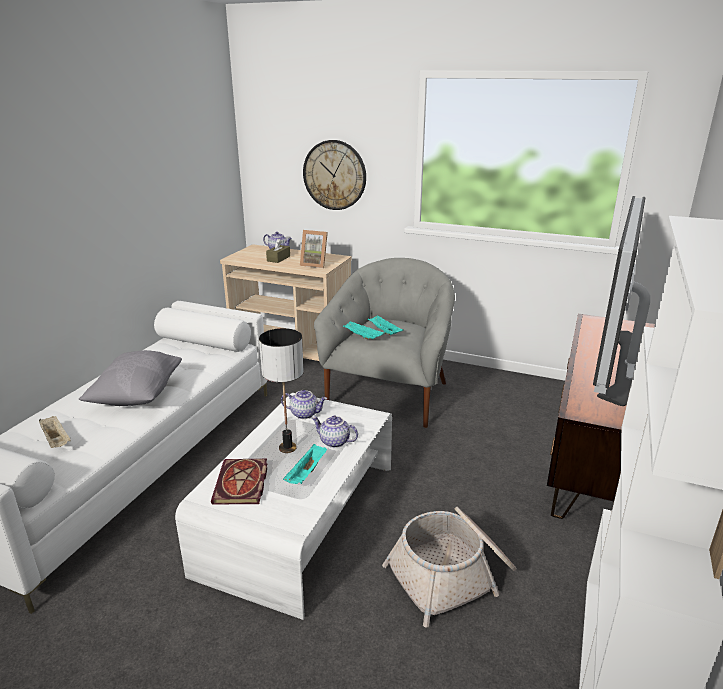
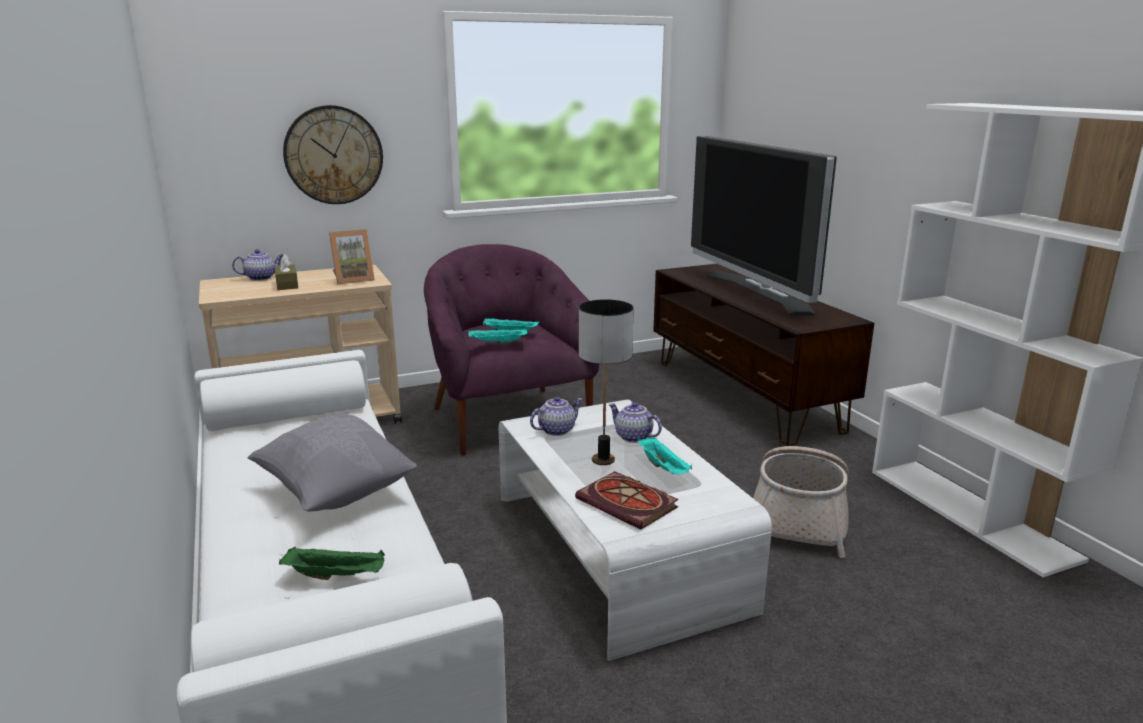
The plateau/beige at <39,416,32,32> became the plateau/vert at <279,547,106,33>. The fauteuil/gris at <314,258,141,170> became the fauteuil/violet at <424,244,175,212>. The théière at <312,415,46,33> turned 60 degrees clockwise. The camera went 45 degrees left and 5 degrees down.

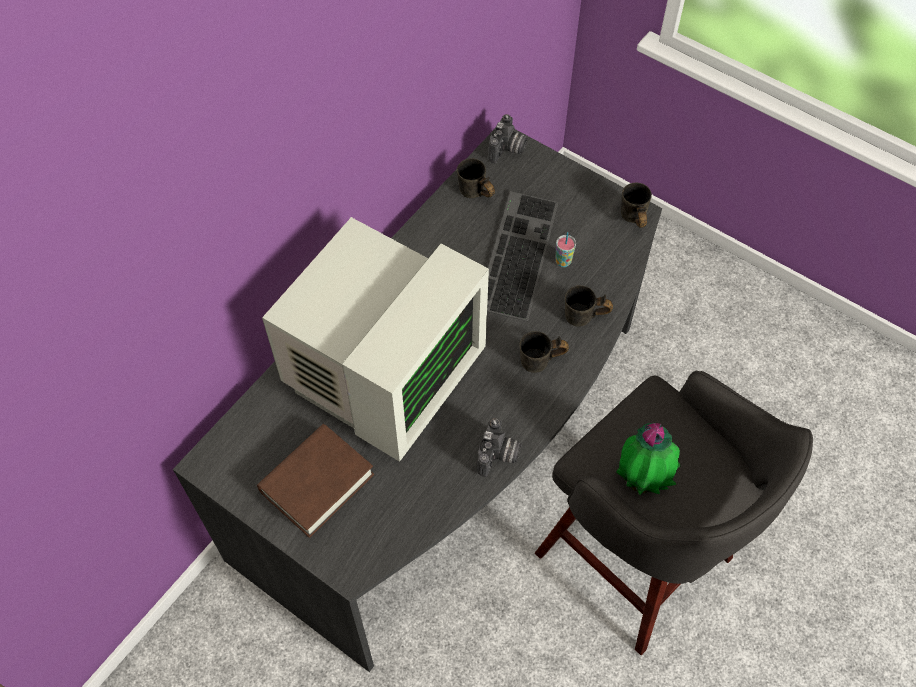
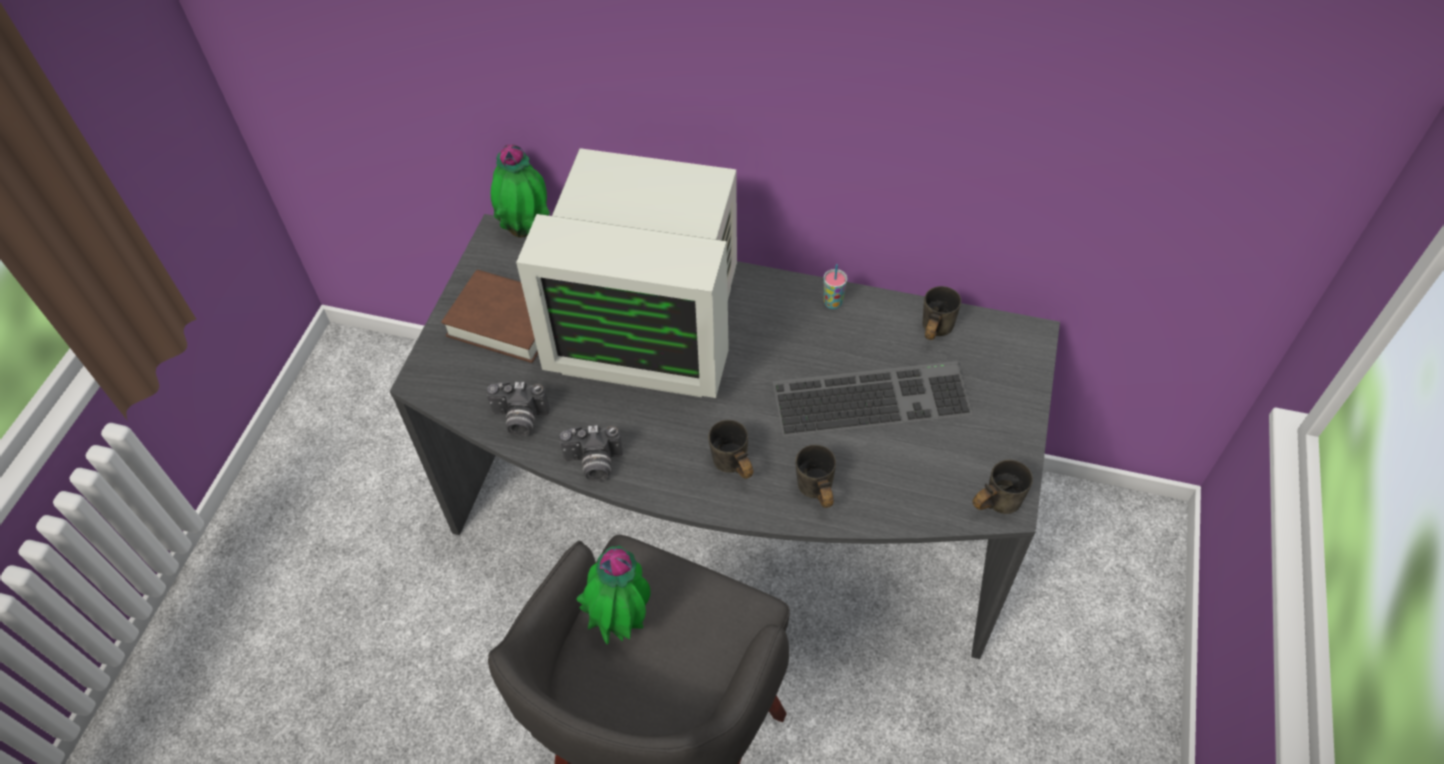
The plante en pot at <491,144,59,94> appeared. The appareil photo moved from <488,114,40,49> to <486,382,64,54>. The tasse moved from <555,232,21,35> to <823,264,24,45>. The camera went 70 degrees right and 5 degrees down.

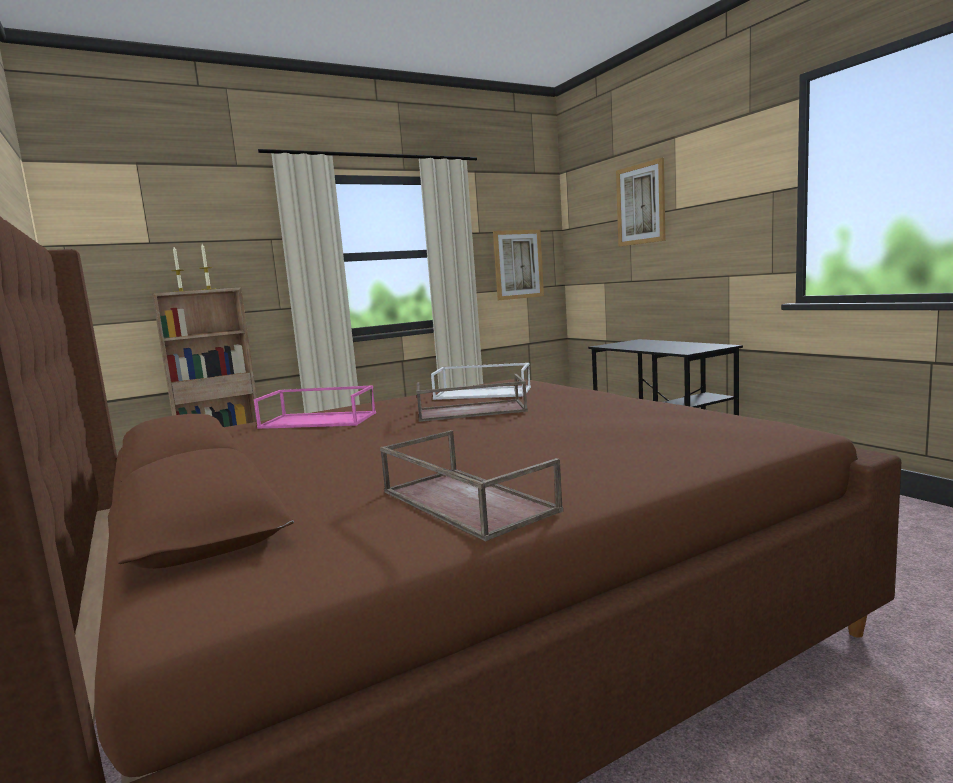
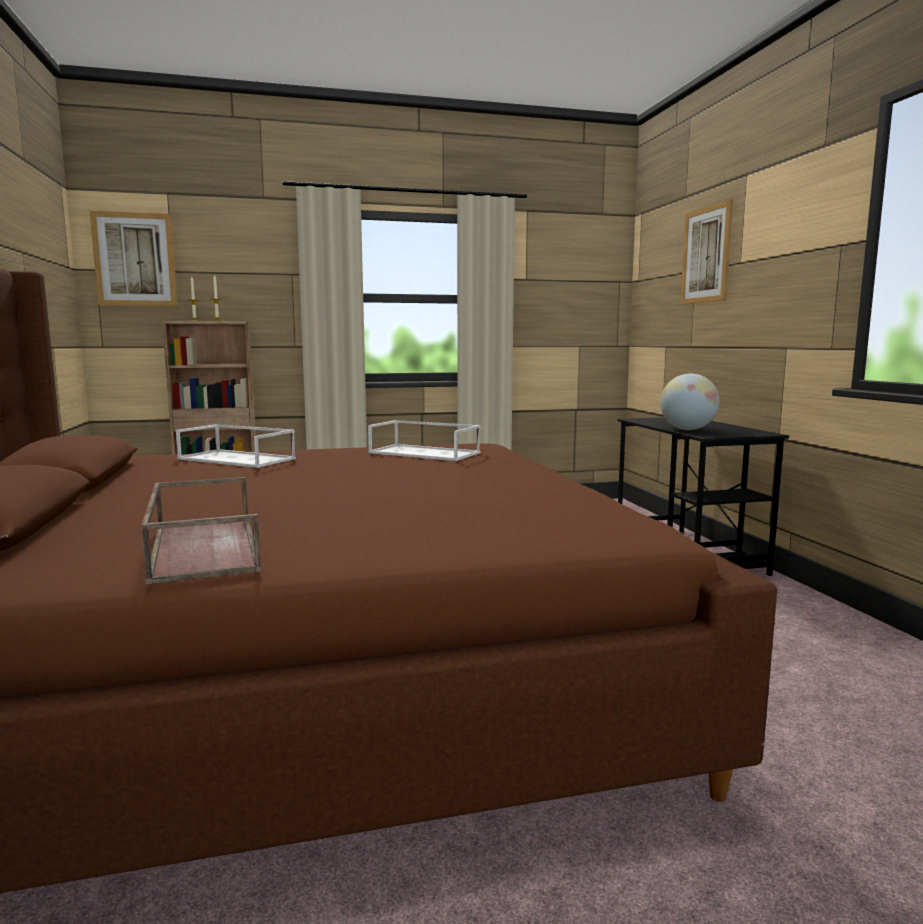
The plateau/marron at <416,374,112,48> disappeared. The globe at <660,374,60,56> appeared. The tableau moved from <493,230,51,70> to <90,211,88,95>. The plateau/rose at <254,385,122,44> became the plateau/blanc at <176,424,120,44>. The camera went 15 degrees right and 0 degrees up.

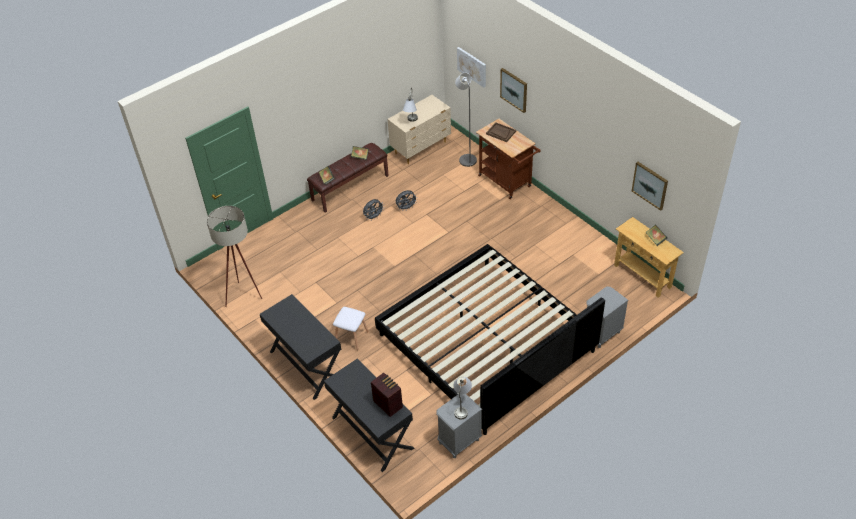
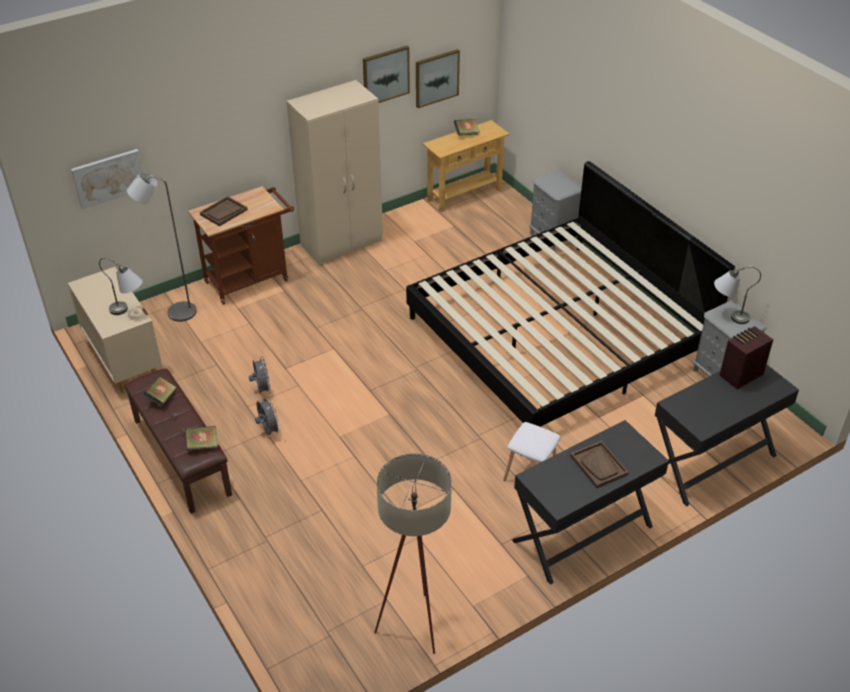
The armoire/beige at <286,80,97,185> appeared. The plateau/marron at <570,441,59,47> appeared. The tableau moved from <500,68,27,45> to <363,46,47,57>. The camera went 85 degrees left and 5 degrees down.

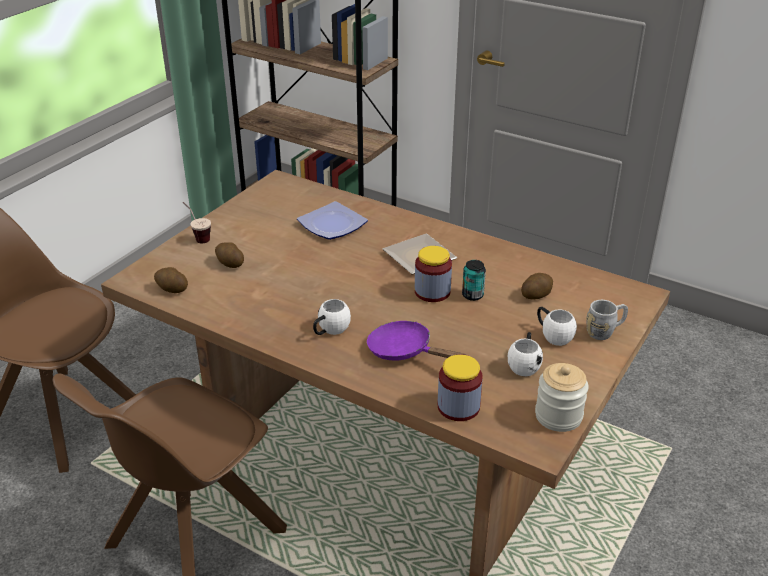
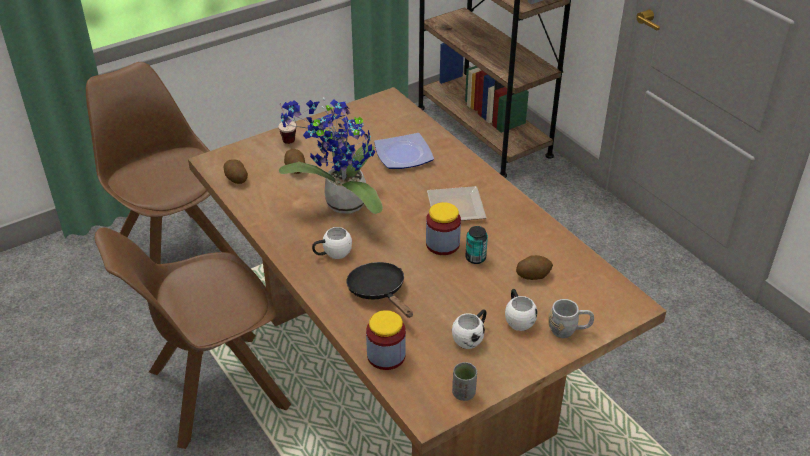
The plante en pot at <279,97,104,117> appeared. The bocal at <535,363,54,69> was replaced by the tasse/gris at <452,362,25,39>. The poêle/violet at <367,321,99,40> became the poêle/noir at <347,262,66,56>. The camera went 25 degrees right and 5 degrees up.

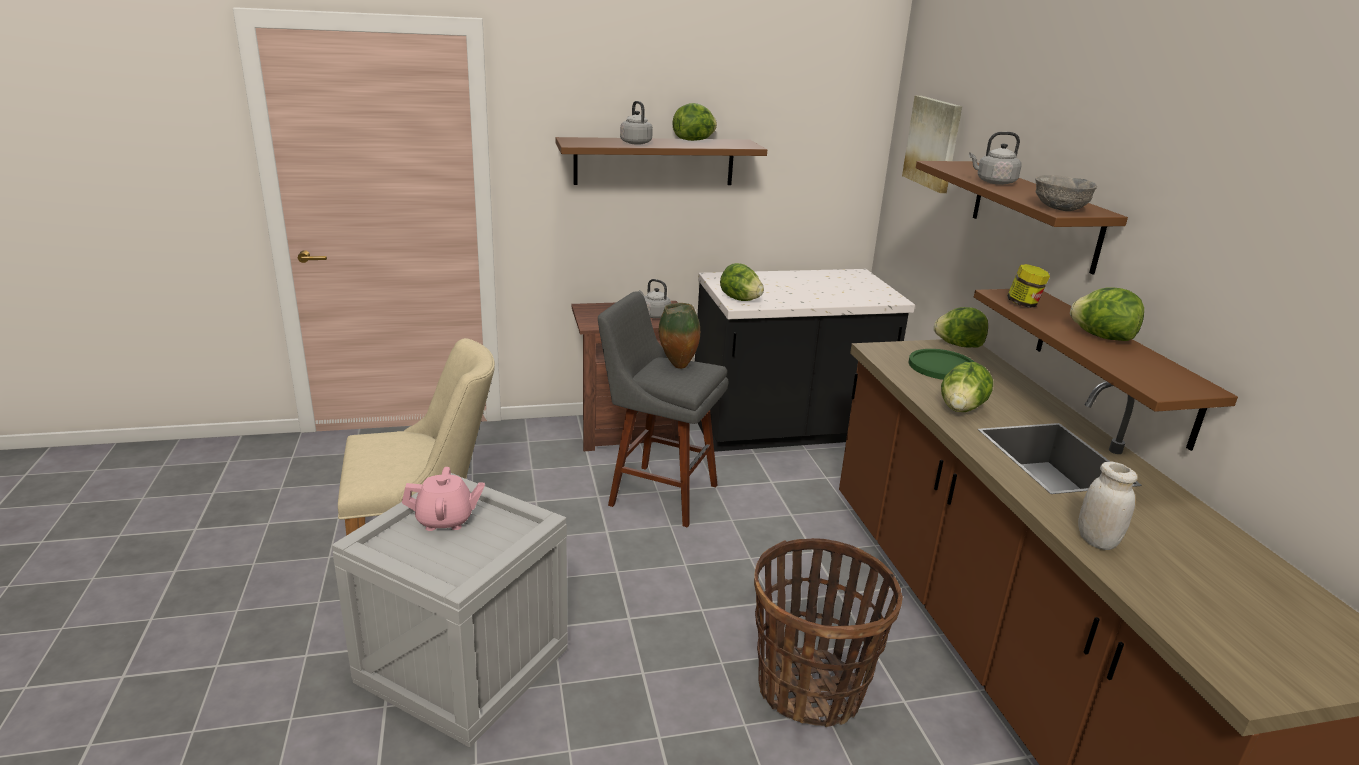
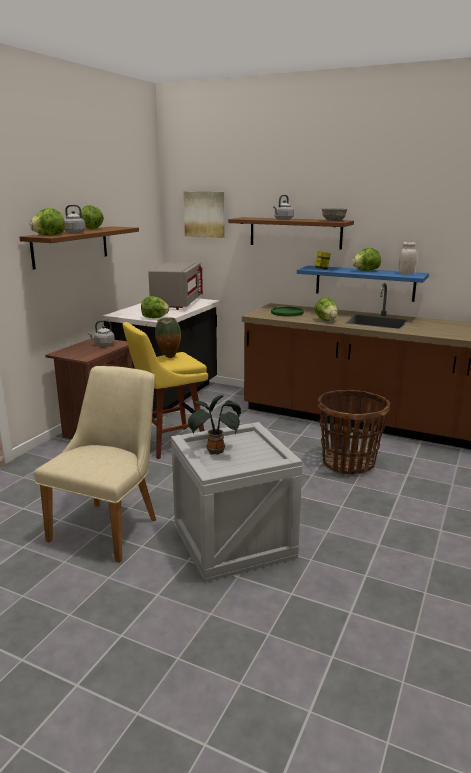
The micro-ondes/gris at <148,262,55,48> appeared. The laitue moved from <934,307,54,41> to <30,208,35,28>. The bocal/blanc moved from <1078,461,59,89> to <399,242,18,33>. The théière/rose at <402,467,83,64> was replaced by the plante en pot at <188,395,53,60>. The tabouret/gris at <598,291,131,237> became the tabouret/jaune at <122,322,86,137>. The étagère/marron at <974,289,264,162> became the étagère/bleu at <297,265,132,37>. The camera went 50 degrees left and 5 degrees down.

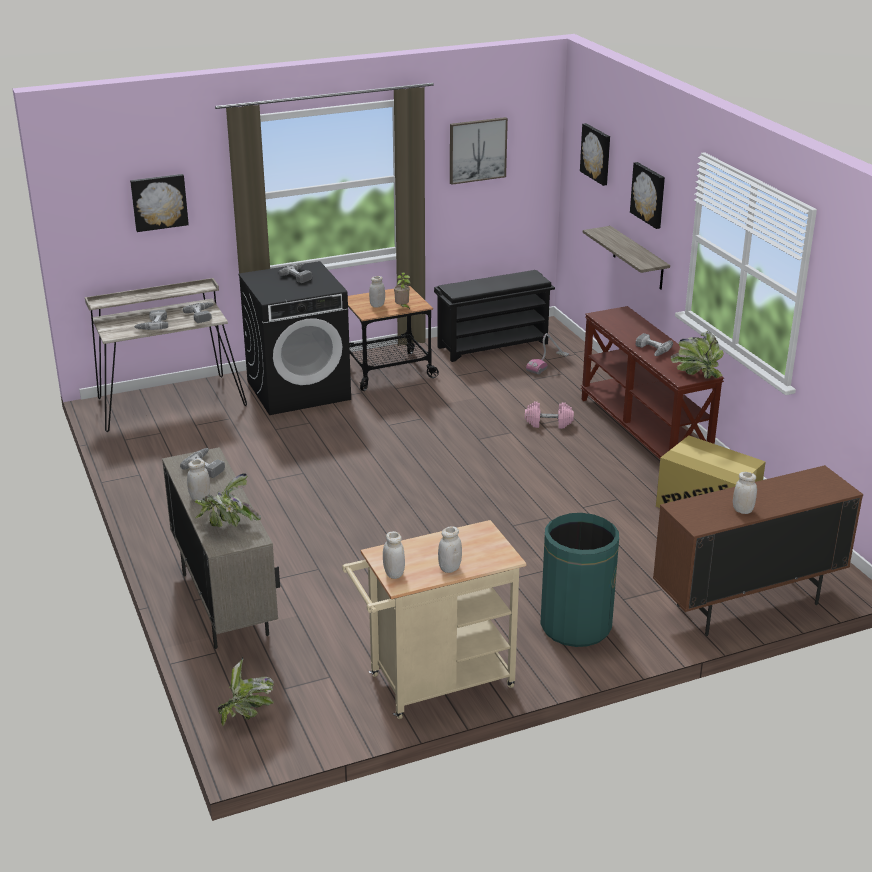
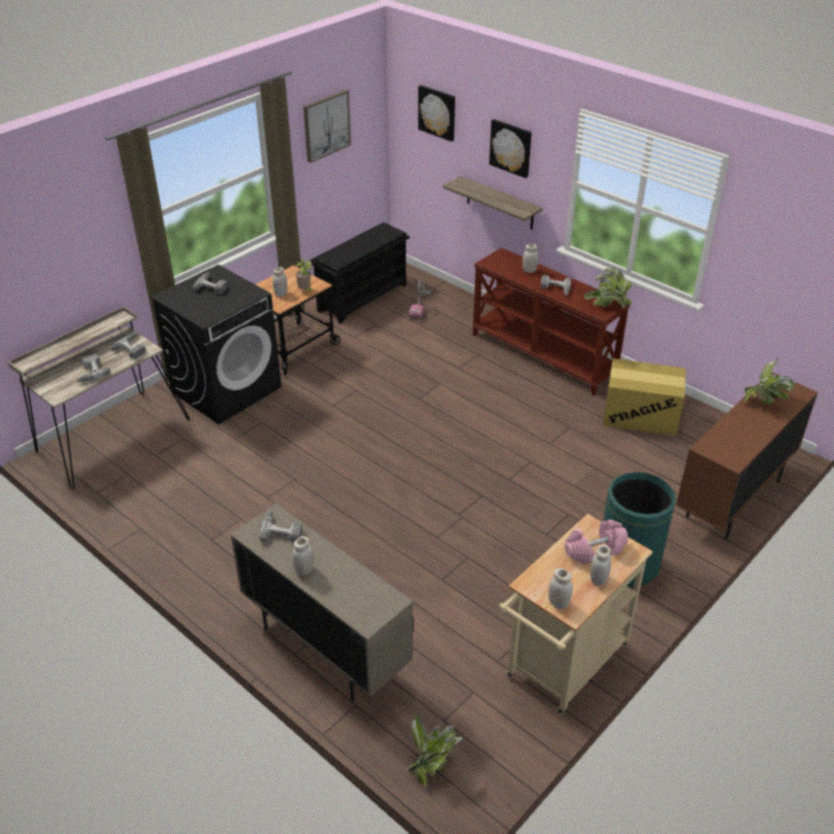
The tableau at <130,174,59,58> disappeared. The plante en pot moved from <195,473,66,54> to <744,358,51,46>. The haltère/rose moved from <525,401,49,28> to <565,520,63,44>. The bocal/blanc moved from <733,472,24,42> to <522,244,16,29>. The camera went 25 degrees left and 10 degrees up.

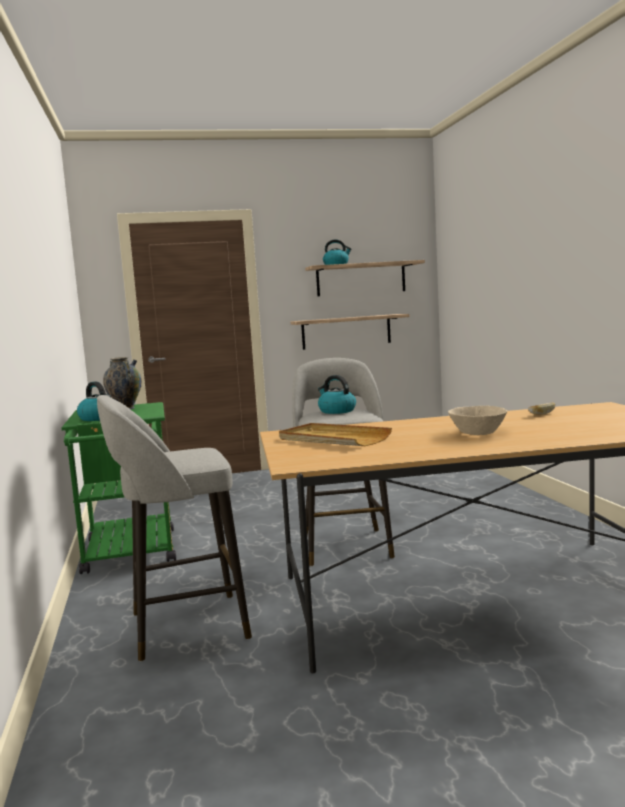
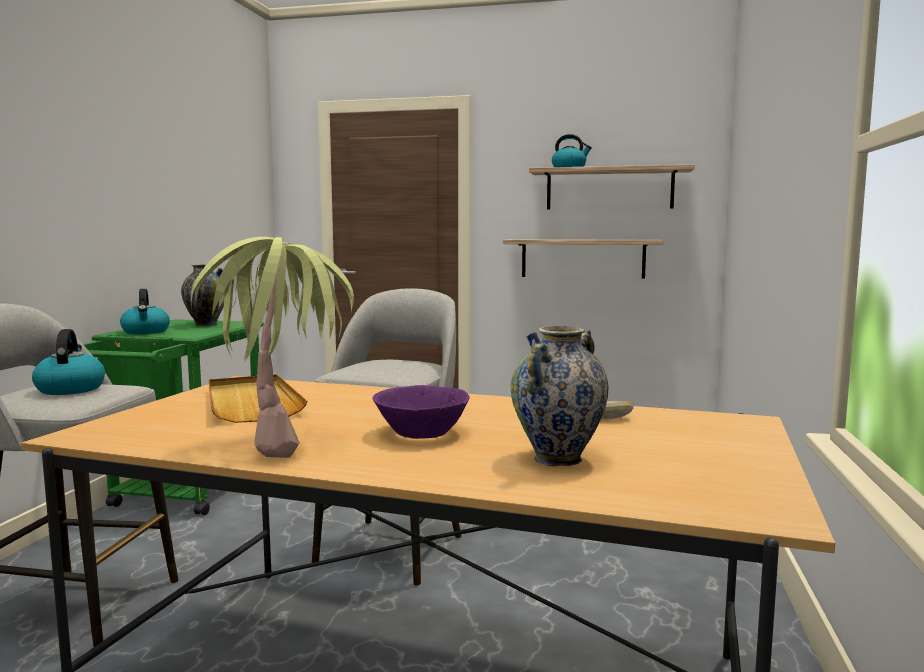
The plante en pot at <191,237,163,221> appeared. The vase at <511,326,97,140> appeared. The bouilloire moved from <318,375,38,39> to <32,329,73,66>. The bol/beige at <448,406,60,29> became the bol/violet at <372,385,98,54>. The camera went 25 degrees right and 0 degrees up.

